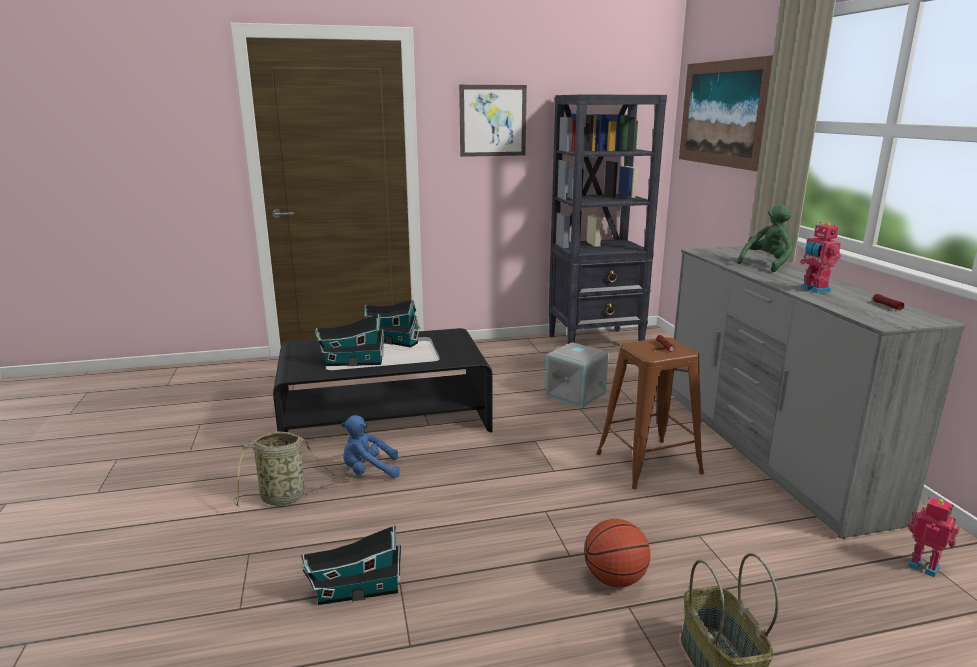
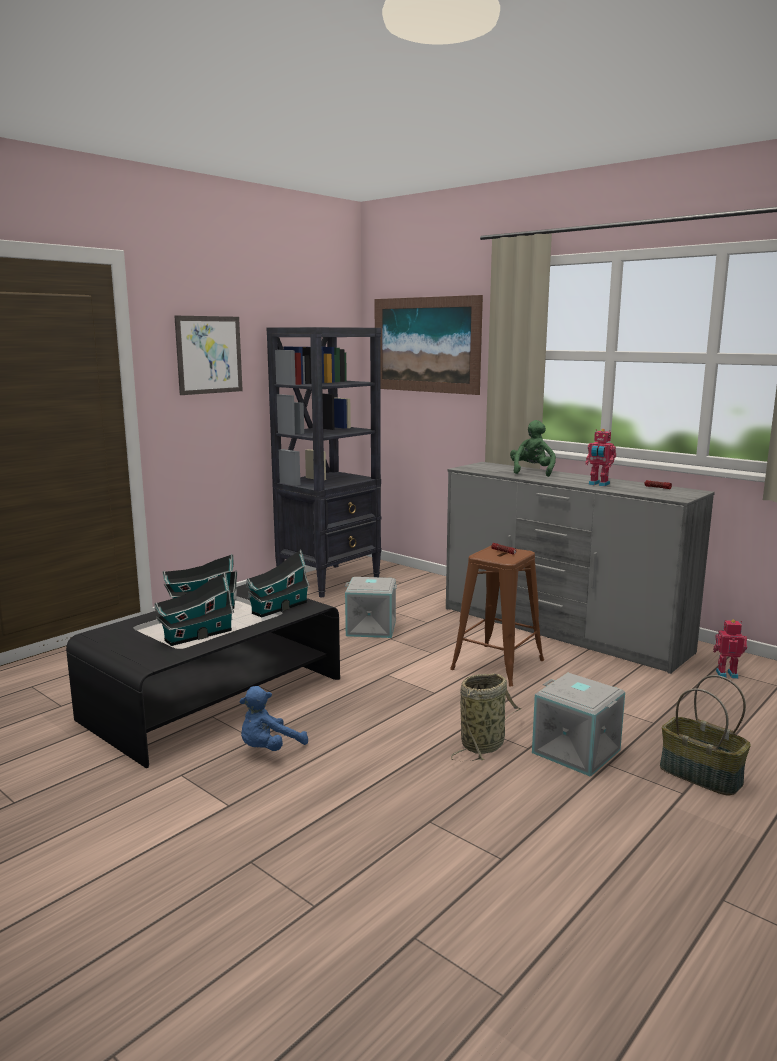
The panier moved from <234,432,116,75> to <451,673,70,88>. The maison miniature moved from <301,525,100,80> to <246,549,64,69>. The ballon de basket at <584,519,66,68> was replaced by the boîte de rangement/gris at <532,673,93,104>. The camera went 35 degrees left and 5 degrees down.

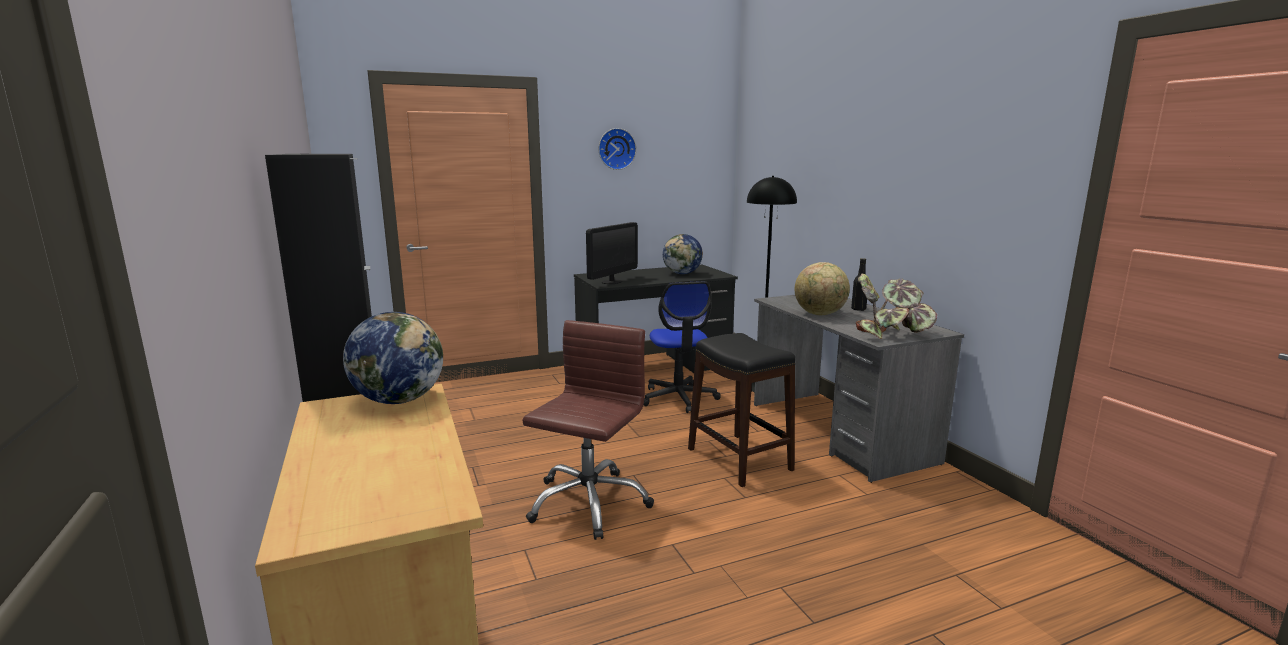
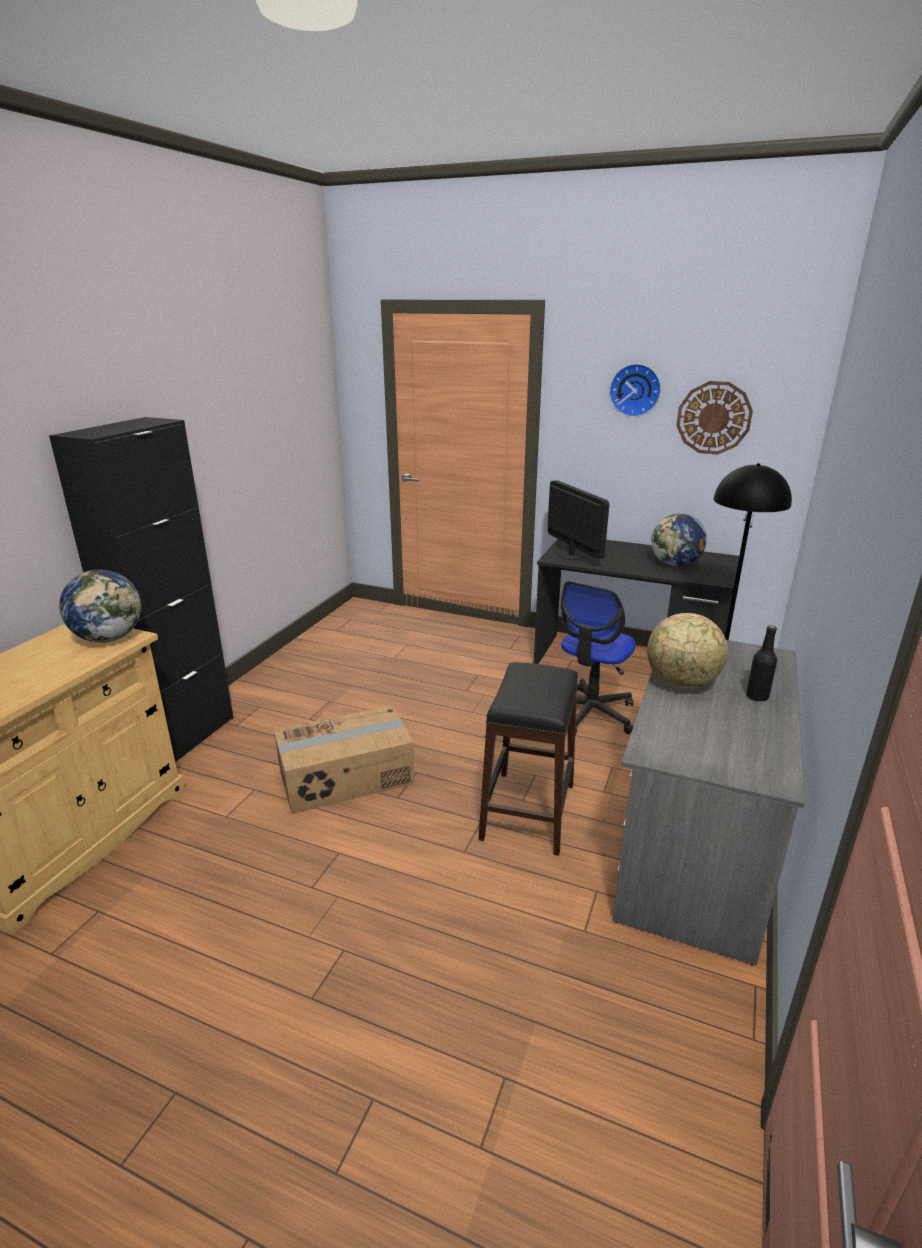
The plante en pot at <856,274,81,65> disappeared. The horloge murale at <676,381,77,74> appeared. The chaise de bureau/marron at <522,320,132,220> was replaced by the carton at <274,706,140,108>. The écran d'ordinateur at <586,222,52,62> turned 105 degrees counterclockwise. The camera went 45 degrees right and 10 degrees up.

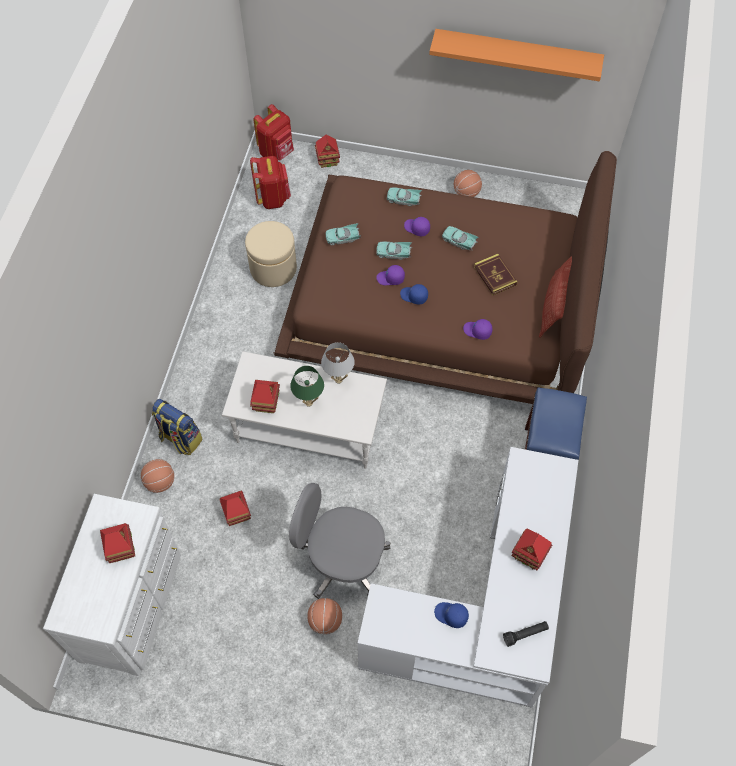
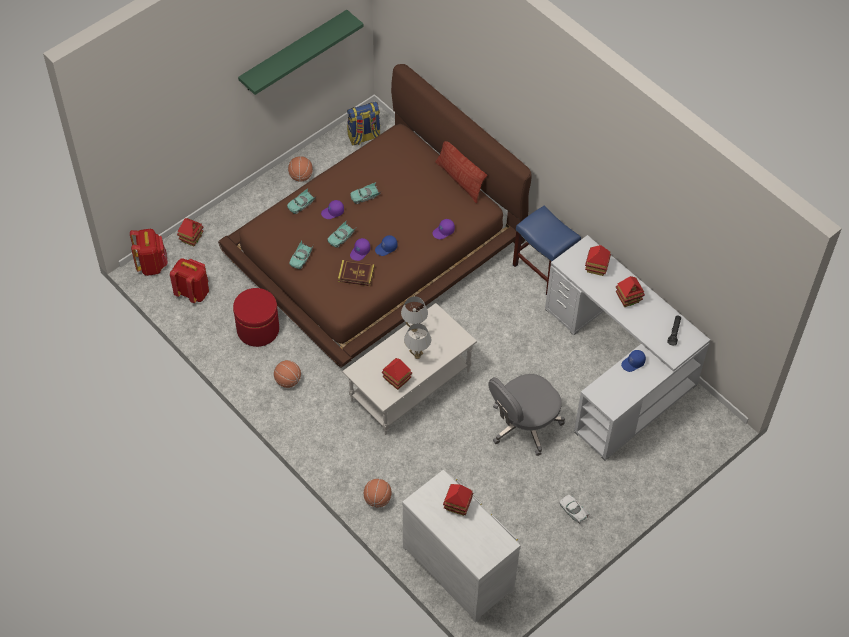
The petite voiture/blanc at <559,495,31,28> appeared. The sac à dos moved from <152,399,51,56> to <347,102,33,43>. The maison miniature moved from <219,490,32,36> to <585,245,26,31>. The ballon de basket moved from <307,598,35,36> to <274,360,27,28>. The livre moved from <474,254,43,41> to <338,260,37,26>. The pouf/beige at <245,221,52,66> became the pouf/rouge at <233,288,46,59>. The lampe de table/vert at <290,366,34,41> became the lampe de table/blanc at <404,323,27,36>. The étagère/orange at <429,29,175,52> became the étagère/vert at <238,10,126,85>. The camera went 55 degrees left and 5 degrees down.

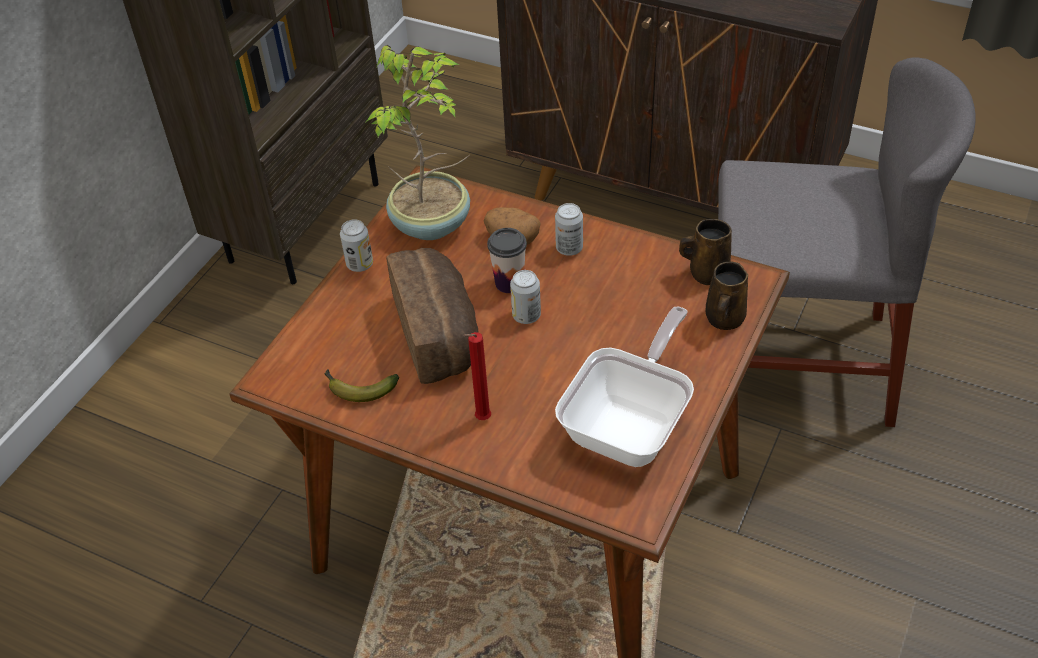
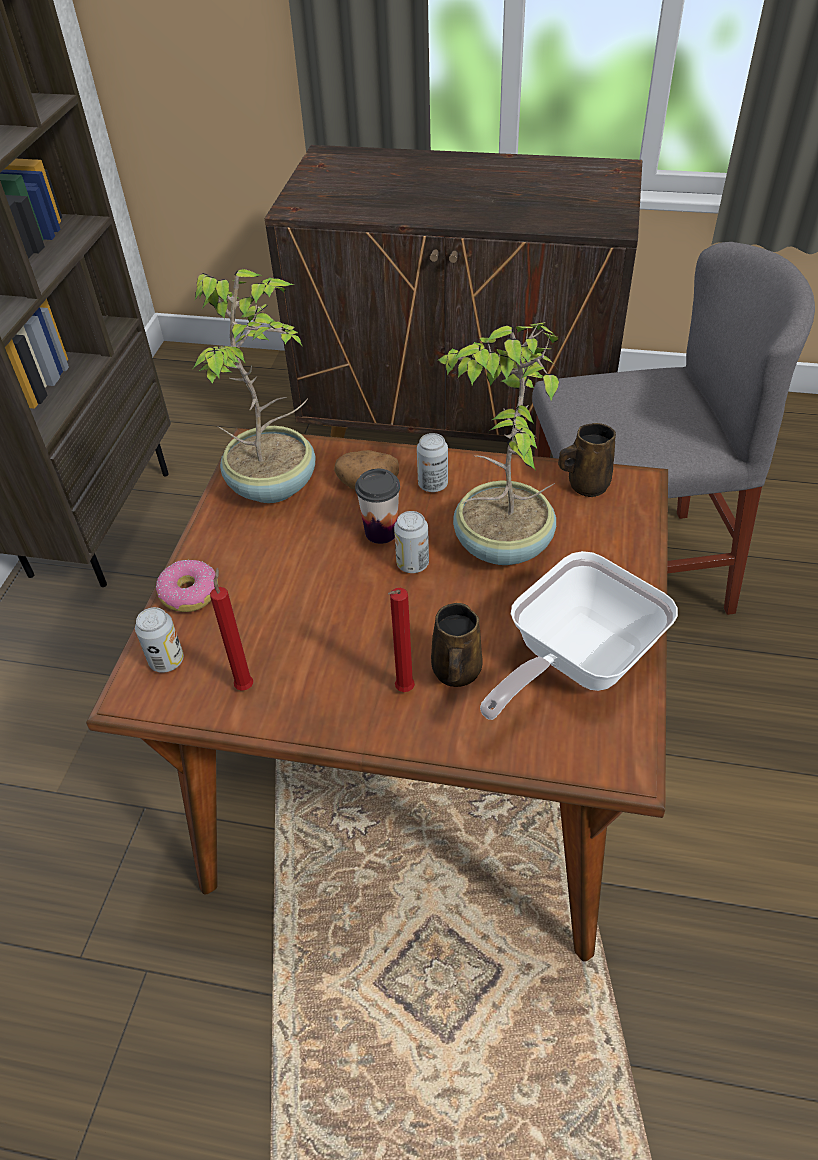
The pain at <386,248,92,136> disappeared. The beignet at <156,560,62,52> appeared. The plante en pot at <438,322,121,243> appeared. The boîte métallique moved from <340,219,33,53> to <135,607,49,66>. The mug/marron moved from <705,262,43,68> to <431,603,51,84>. The banane at <324,369,75,33> was replaced by the bougie/rouge at <210,567,43,124>. The poêle at <555,306,139,161> turned 150 degrees counterclockwise. The camera went 15 degrees left and 0 degrees up.

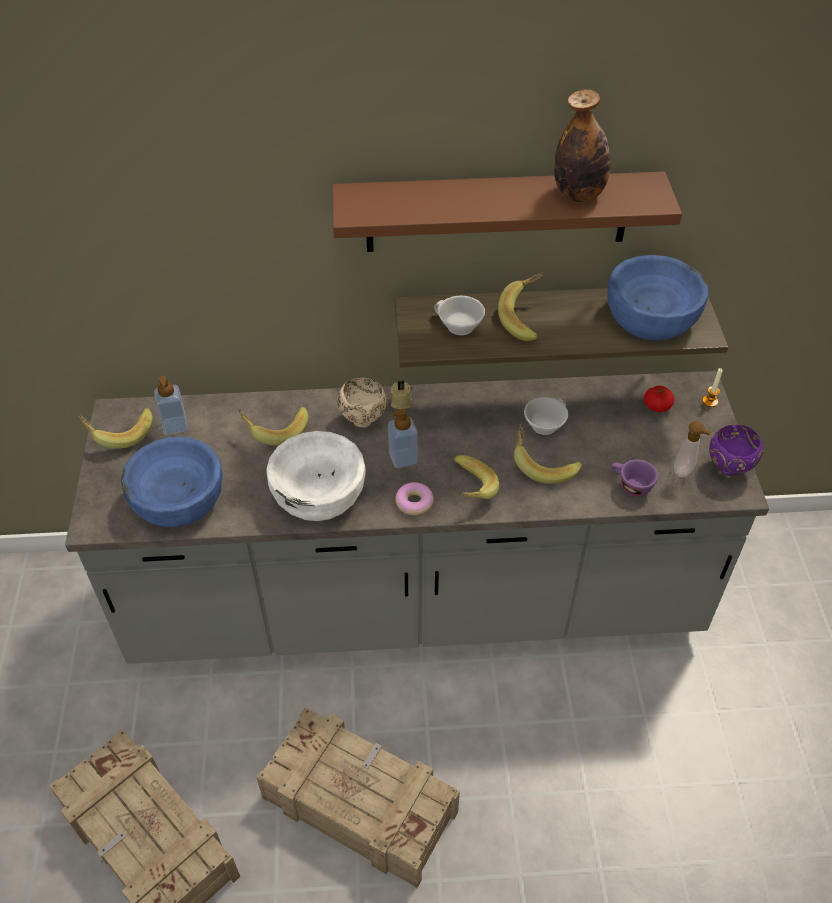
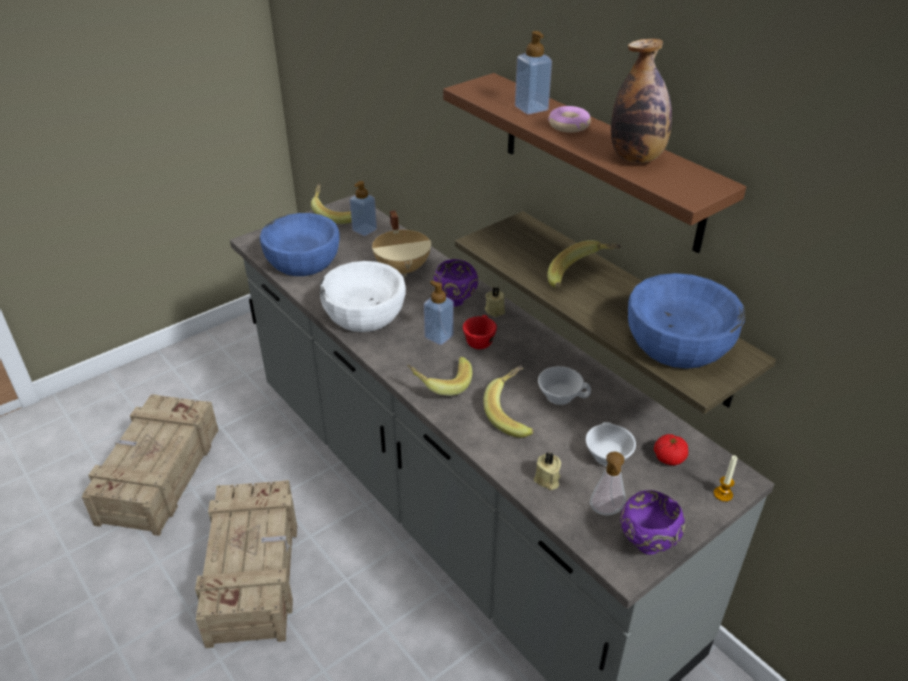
The tasse/rouge at <463,315,34,34> appeared. The distributeur de savon at <515,31,37,83> appeared. The beignet moved from <395,482,39,33> to <548,106,43,27>. The tasse/blanc moved from <434,296,51,39> to <586,422,50,44>. The banane at <237,407,72,39> was replaced by the marmite/beige at <372,211,59,66>. The tasse/violet at <611,459,47,38> was replaced by the bougie/beige at <534,453,27,37>. The bol/beige at <337,378,50,50> became the bol/violet at <434,259,44,48>. The camera went 55 degrees right and 10 degrees down.

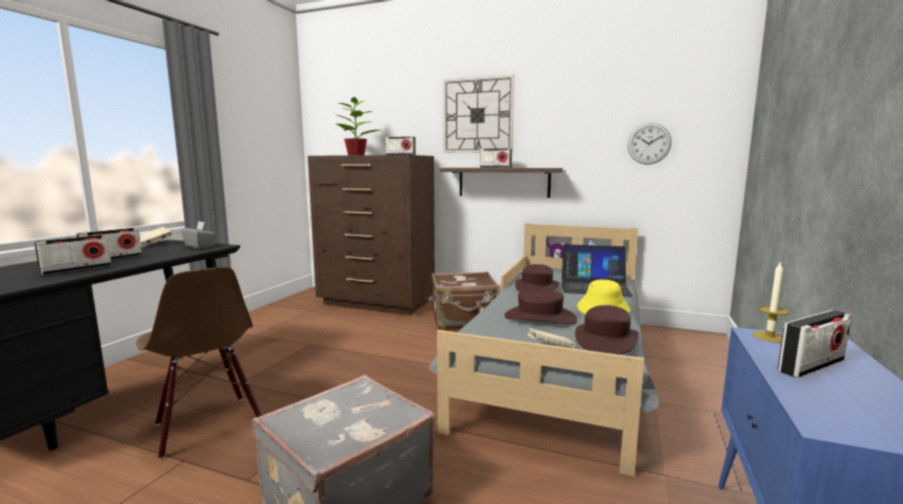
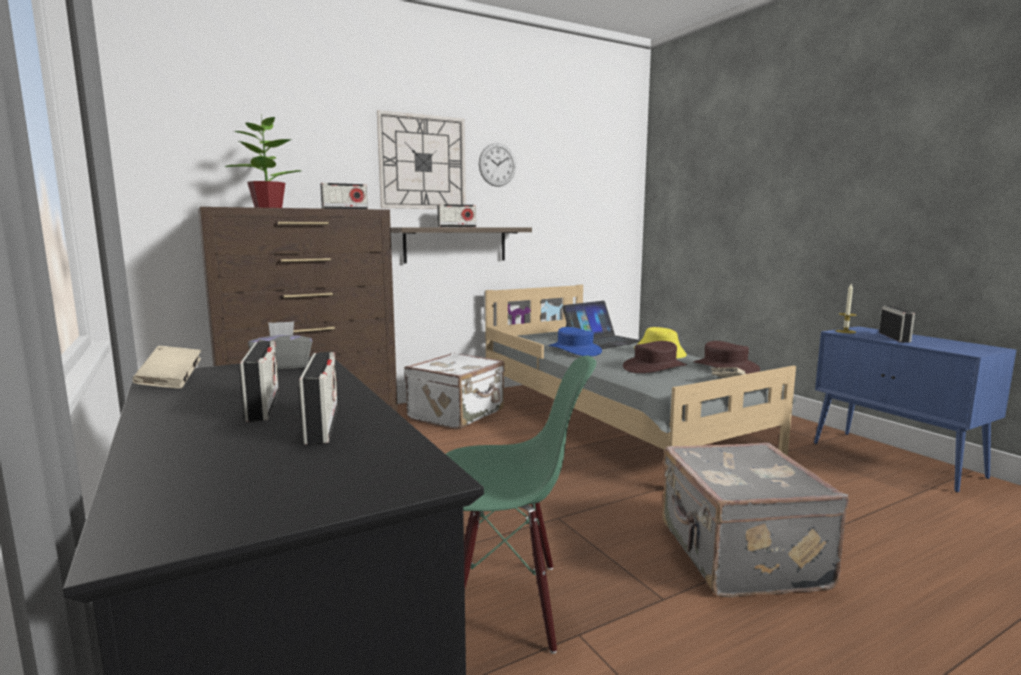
The horloge murale moved from <628,123,44,42> to <479,143,37,44>. The chaise/marron at <136,267,126,192> became the chaise/vert at <446,356,150,298>. The valise/marron at <432,271,67,59> became the valise/blanc at <404,352,101,78>. The chapeau/marron at <515,264,44,28> became the chapeau/bleu at <548,327,54,29>. The camera went 50 degrees left and 0 degrees up.

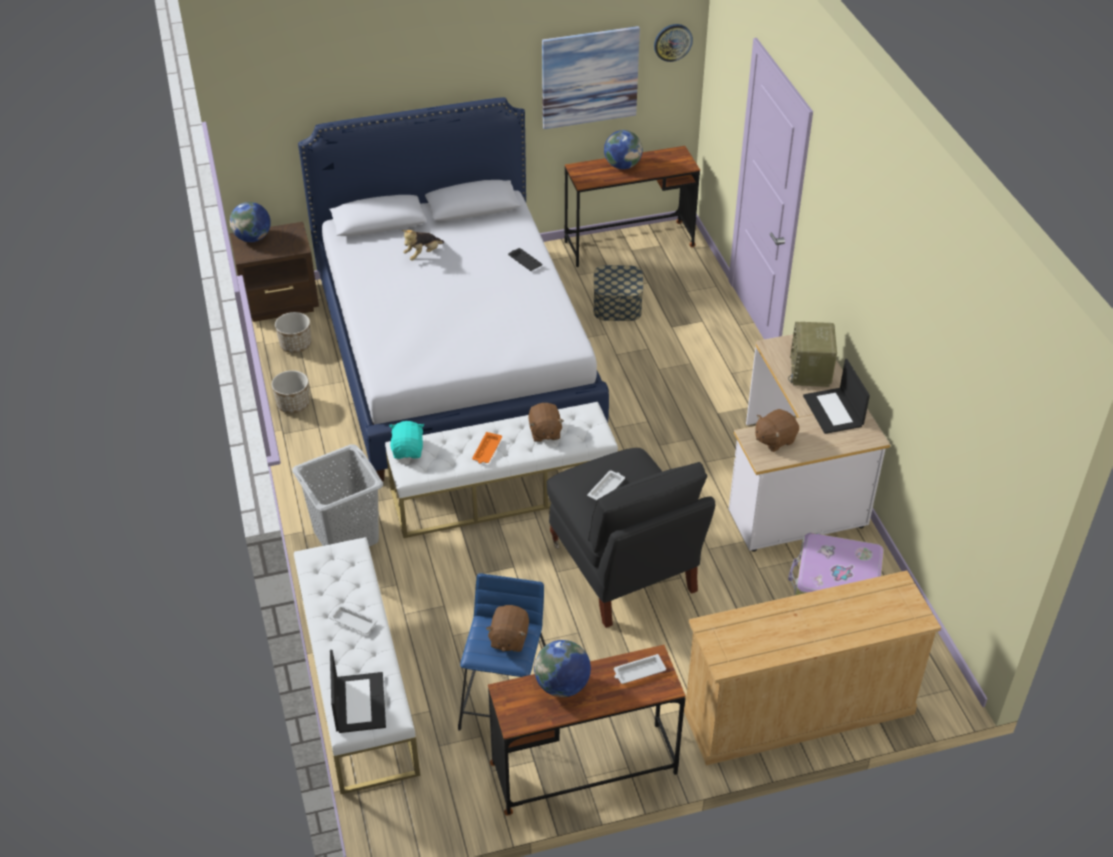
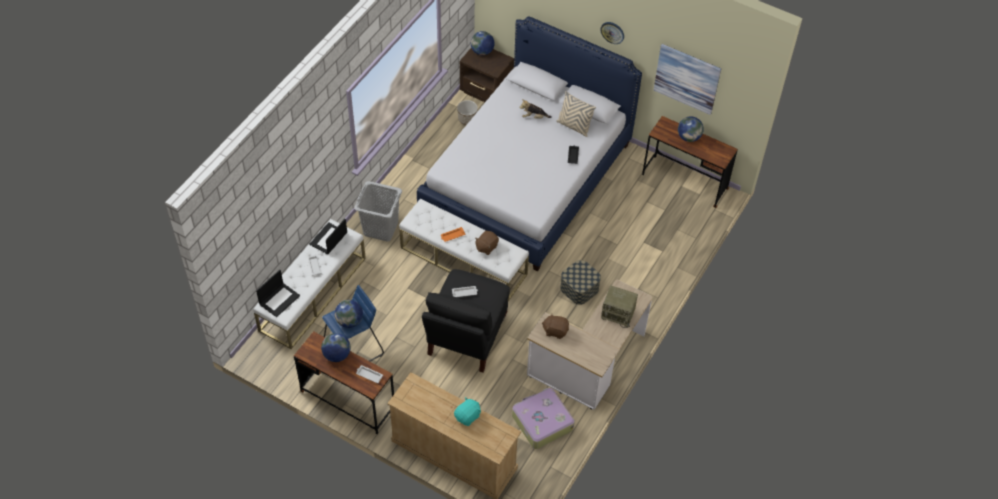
The cache-pot at <271,370,39,44> disappeared. The coussin/beige at <557,91,39,46> appeared. The peluche/turquoise moved from <389,421,35,38> to <454,397,27,29>. The boîte de rangement moved from <594,265,49,56> to <560,260,41,45>. The horloge murale moved from <654,24,39,38> to <600,22,24,22>. The ordinateur portable moved from <803,359,67,75> to <309,219,38,35>. The peluche/marron at <486,605,43,47> was replaced by the globe at <335,300,28,28>. The radio at <788,322,49,65> turned 120 degrees counterclockwise. The camera went 45 degrees right and 10 degrees up.

